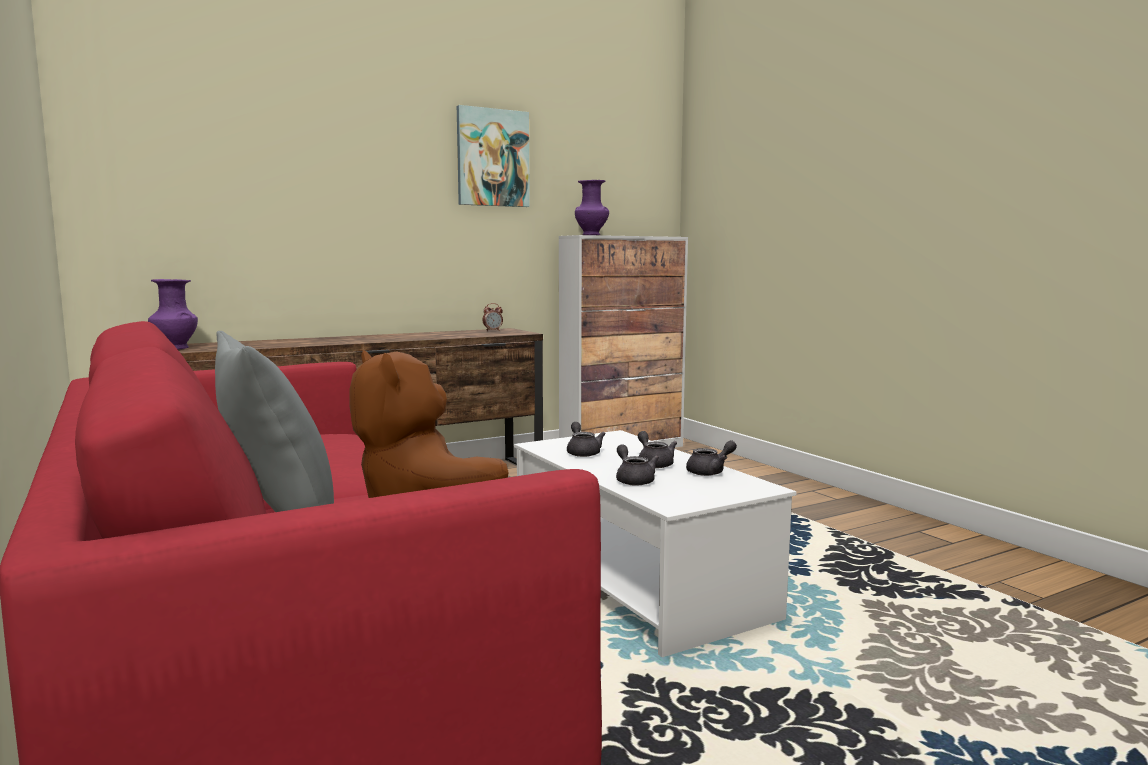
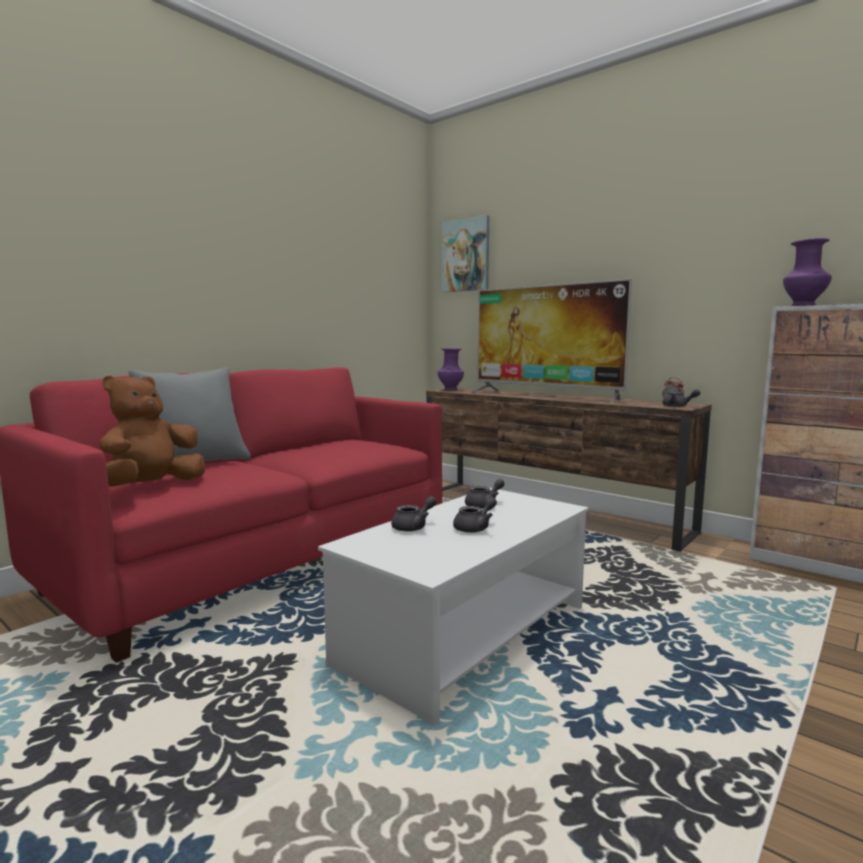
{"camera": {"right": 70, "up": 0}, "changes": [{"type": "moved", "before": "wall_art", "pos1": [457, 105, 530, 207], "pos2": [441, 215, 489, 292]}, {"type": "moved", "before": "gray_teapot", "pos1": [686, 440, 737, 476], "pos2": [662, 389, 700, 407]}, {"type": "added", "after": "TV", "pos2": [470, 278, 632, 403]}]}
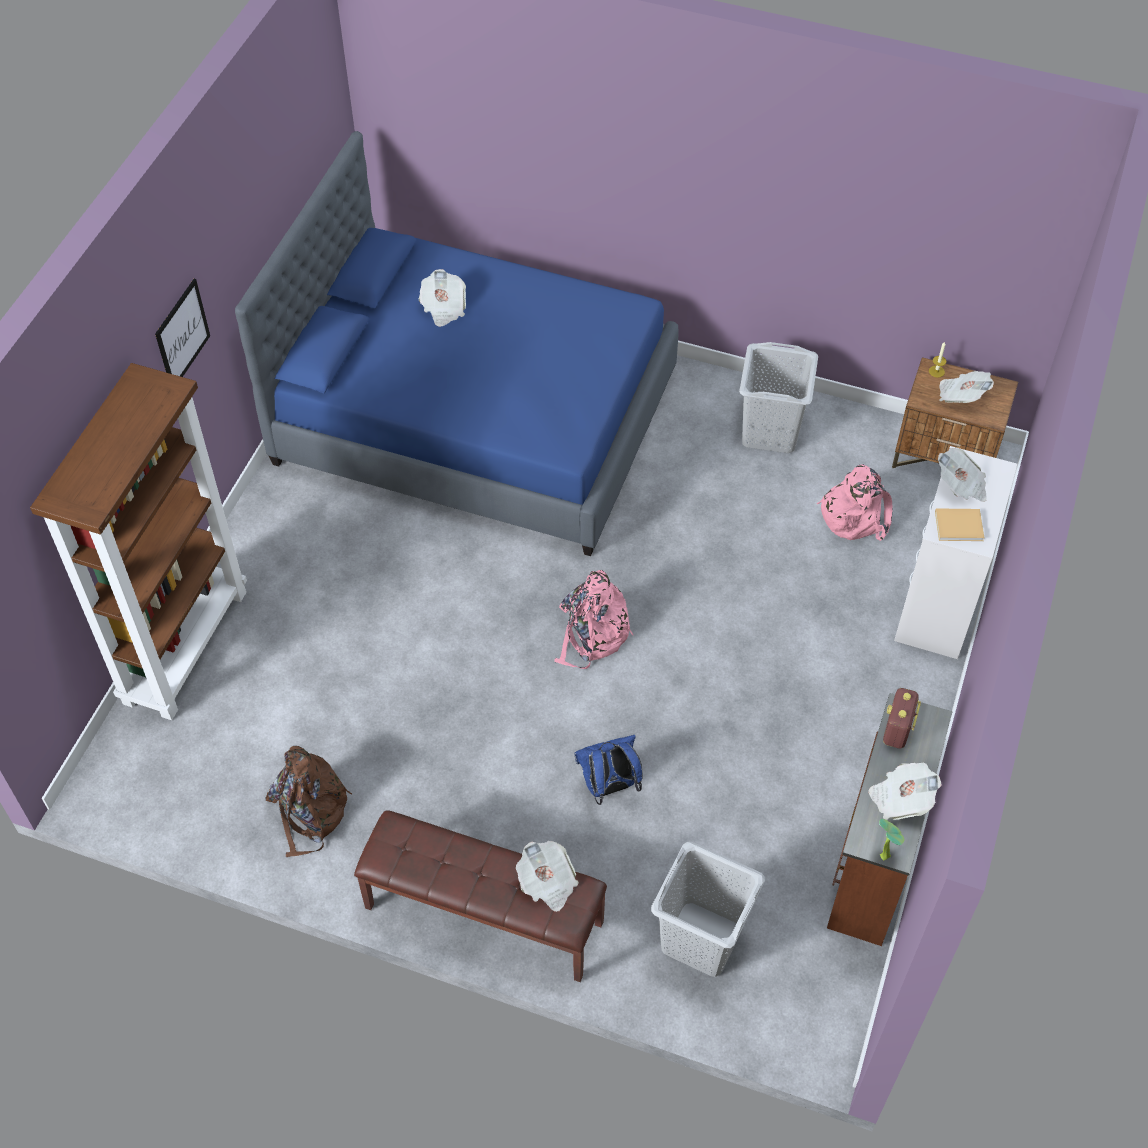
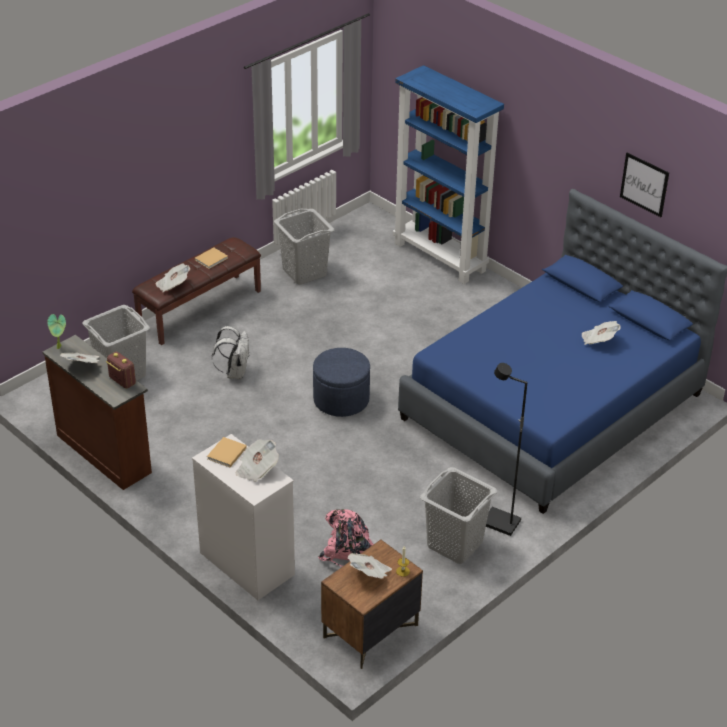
{"camera": {"right": 115, "up": -15}, "changes": [{"type": "moved", "before": "wall_art", "pos1": [155, 279, 210, 377], "pos2": [620, 153, 669, 217]}, {"type": "recoloured", "before": "brownish_shelving_unit", "after": "blue_shelving_unit", "pos1": [30, 363, 247, 720], "pos2": [393, 65, 504, 284]}, {"type": "replaced", "before": "pink_rucksack", "after": "blue_pouffe", "pos1": [554, 570, 633, 669], "pos2": [313, 348, 370, 417]}, {"type": "recoloured", "before": "blue_rucksack", "after": "white_rucksack", "pos1": [575, 735, 643, 805], "pos2": [212, 326, 250, 379]}, {"type": "replaced", "before": "brownish_rucksack", "after": "gray_washing_basket", "pos1": [265, 746, 352, 857], "pos2": [274, 209, 334, 284]}, {"type": "added", "after": "beige-coloured_book", "pos2": [195, 247, 228, 269]}, {"type": "added", "after": "black_floor_lamp", "pos2": [486, 363, 528, 536]}]}
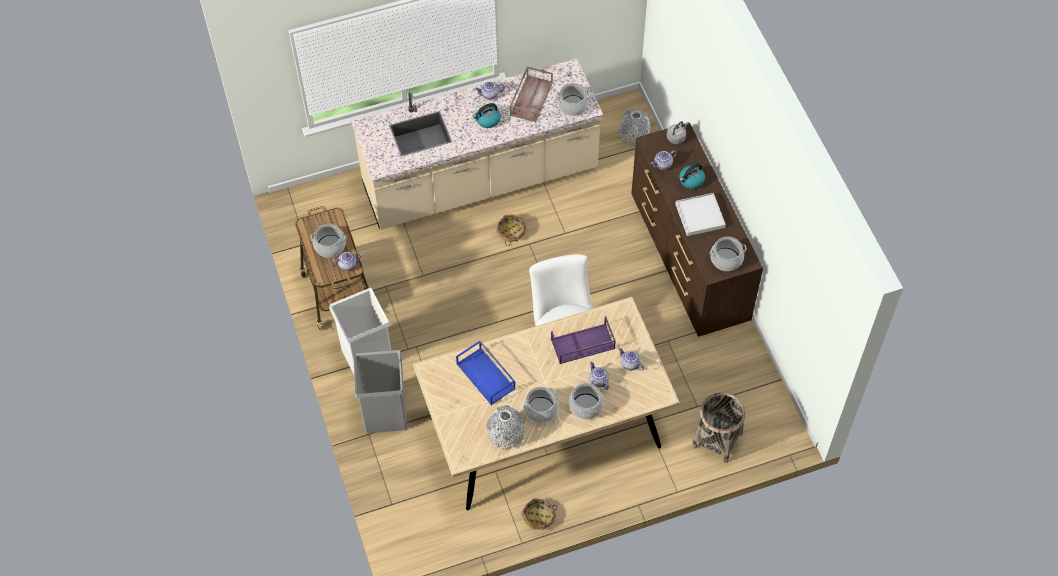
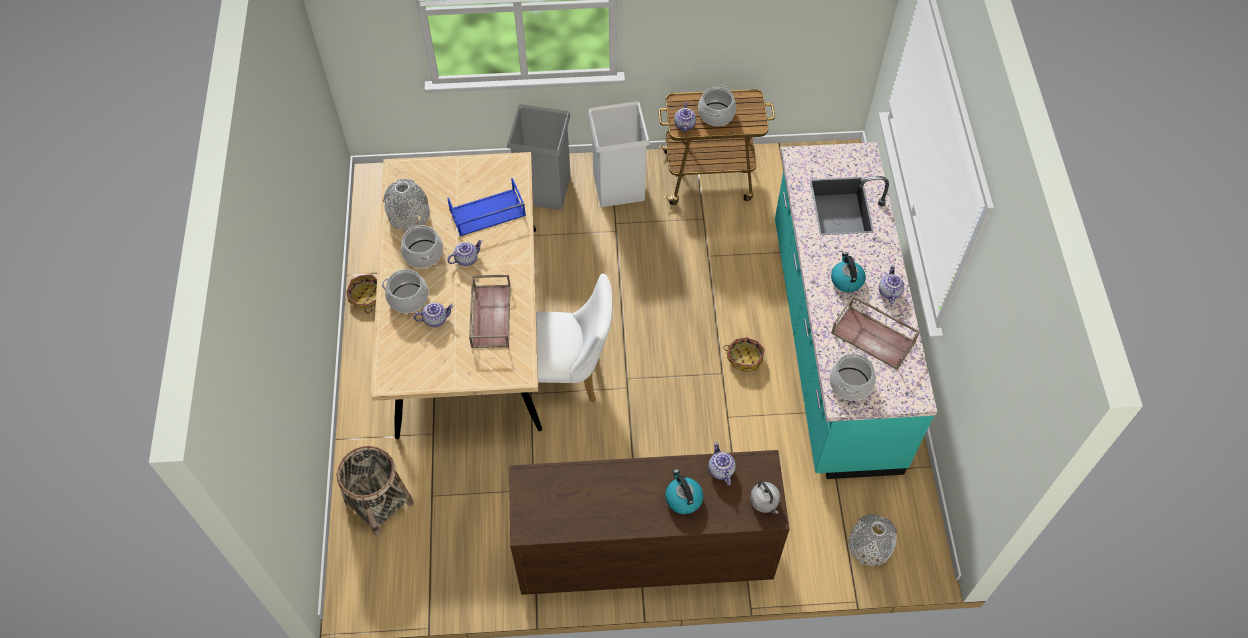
{"camera": {"right": 105, "up": 0}, "changes": [{"type": "recoloured", "before": "beige-coloured_kitchen_counter", "after": "blue-green_kitchen_counter", "pos1": [351, 59, 603, 229], "pos2": [775, 142, 937, 479]}, {"type": "removed", "before": "white_serving_tray", "pos1": [675, 193, 726, 236]}, {"type": "removed", "before": "cooking_pot", "pos1": [710, 237, 747, 271]}, {"type": "recoloured", "before": "purplish_serving_tray", "after": "brownish_serving_tray", "pos1": [551, 316, 616, 364], "pos2": [469, 275, 511, 348]}, {"type": "moved", "before": "teapot", "pos1": [618, 347, 644, 371], "pos2": [447, 240, 483, 266]}]}
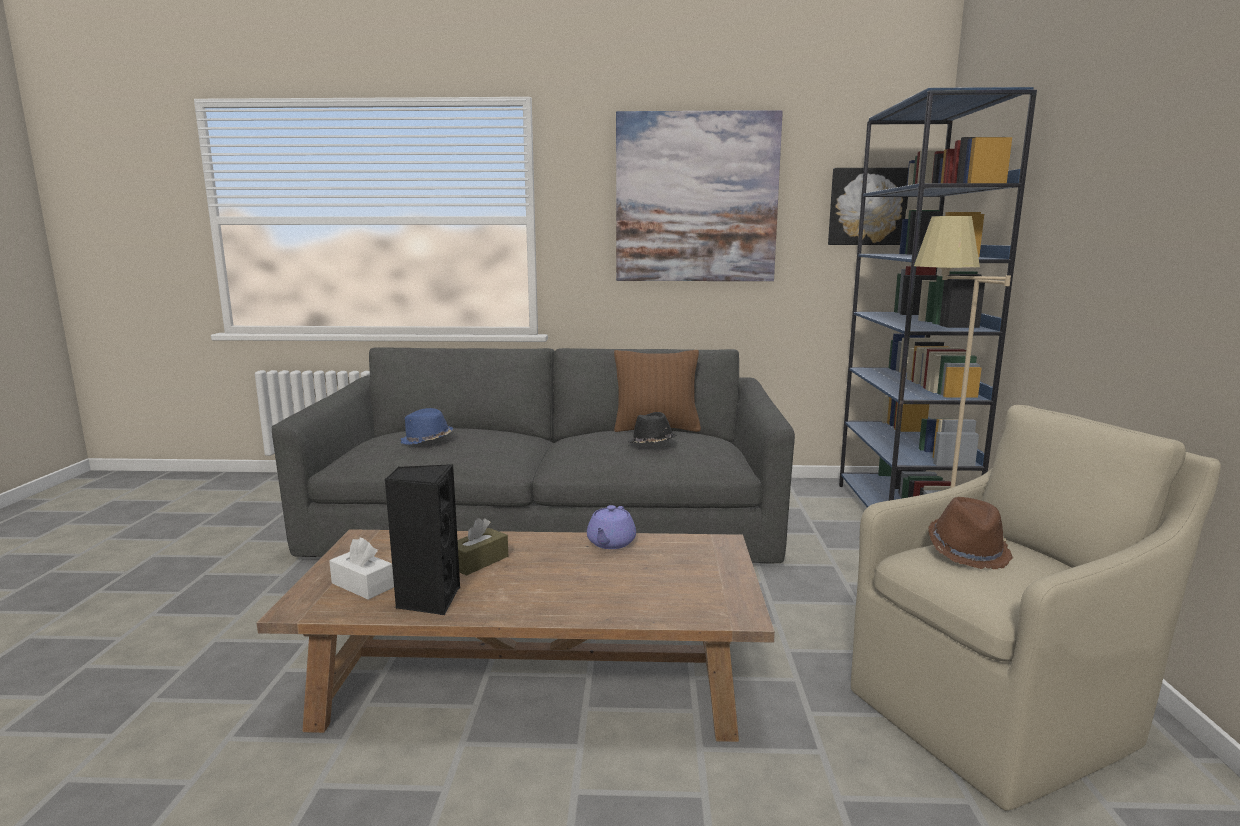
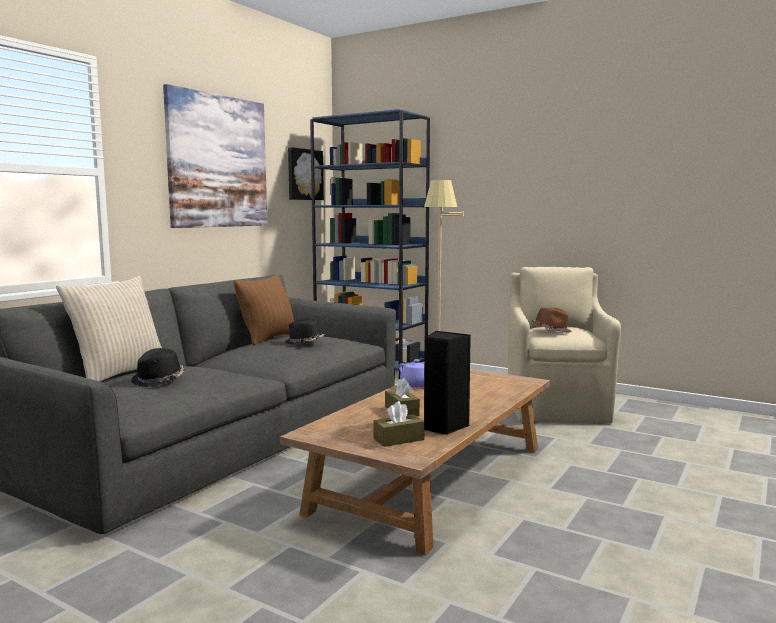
{"camera": {"right": -60, "up": -5}, "changes": [{"type": "recoloured", "before": "blue_wearable_hat", "after": "black_wearable_hat", "pos1": [401, 408, 453, 445], "pos2": [131, 348, 184, 387]}, {"type": "recoloured", "before": "white_box_of_tissues", "after": "brownish_box_of_tissues", "pos1": [329, 537, 394, 600], "pos2": [373, 401, 425, 447]}, {"type": "added", "after": "beige-coloured_pillow", "pos2": [56, 276, 162, 382]}]}
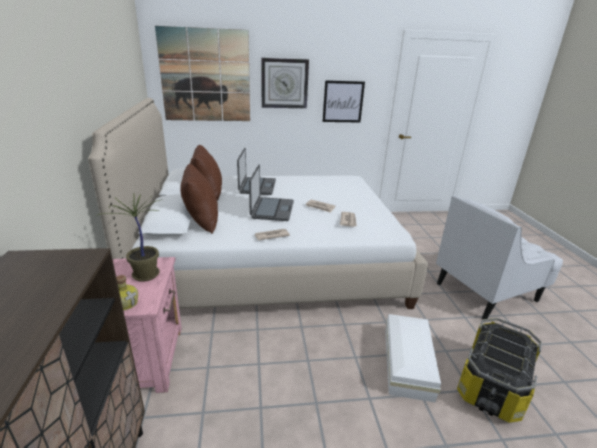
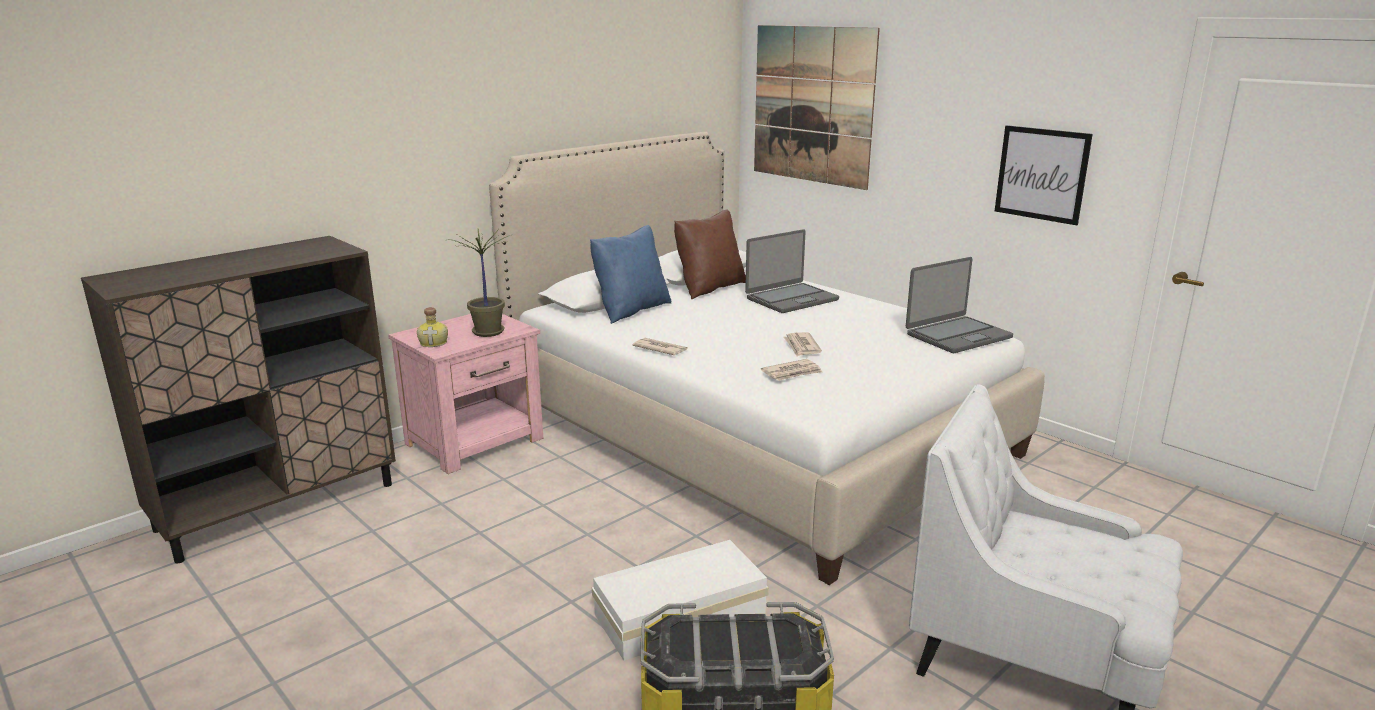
{"camera": {"right": 55, "up": -5}, "changes": [{"type": "removed", "before": "wall_clock", "pos1": [261, 58, 309, 108]}, {"type": "recoloured", "before": "brownish_pillow", "after": "blue_pillow", "pos1": [180, 164, 218, 234], "pos2": [590, 225, 671, 324]}, {"type": "moved", "before": "portable_computer", "pos1": [249, 164, 294, 221], "pos2": [906, 257, 1013, 353]}]}
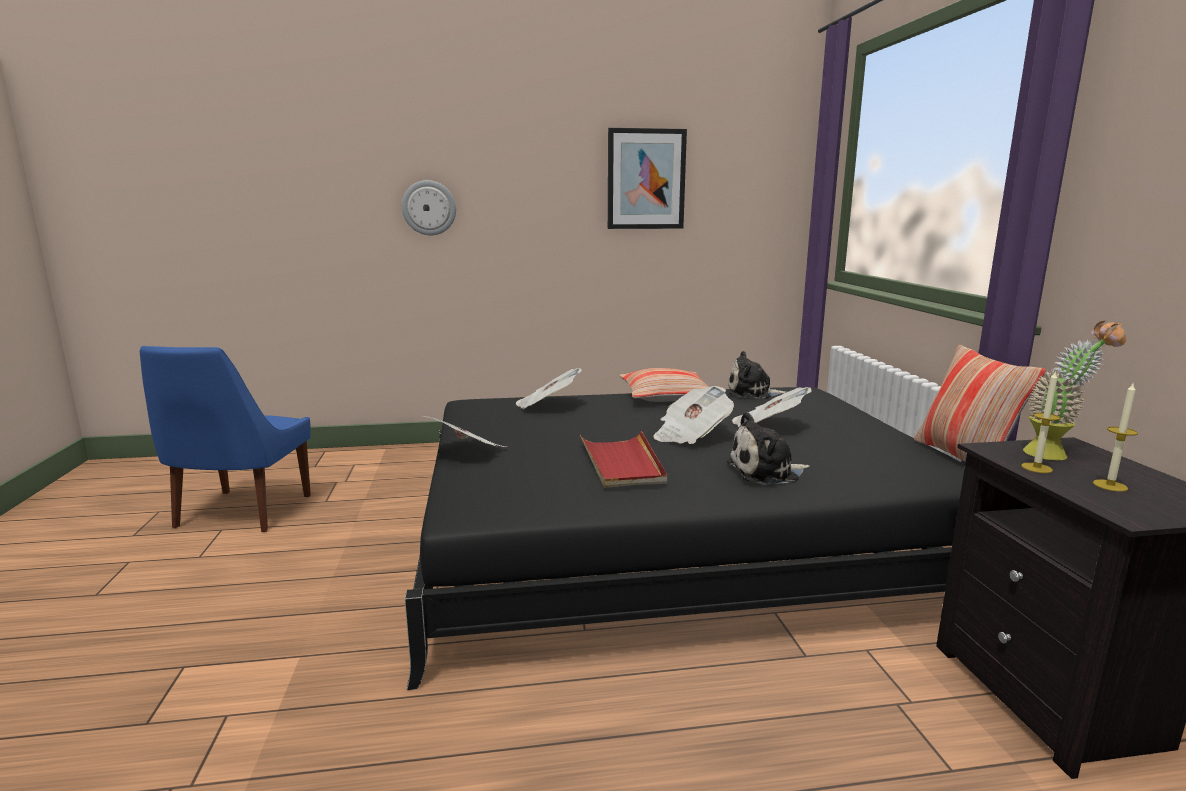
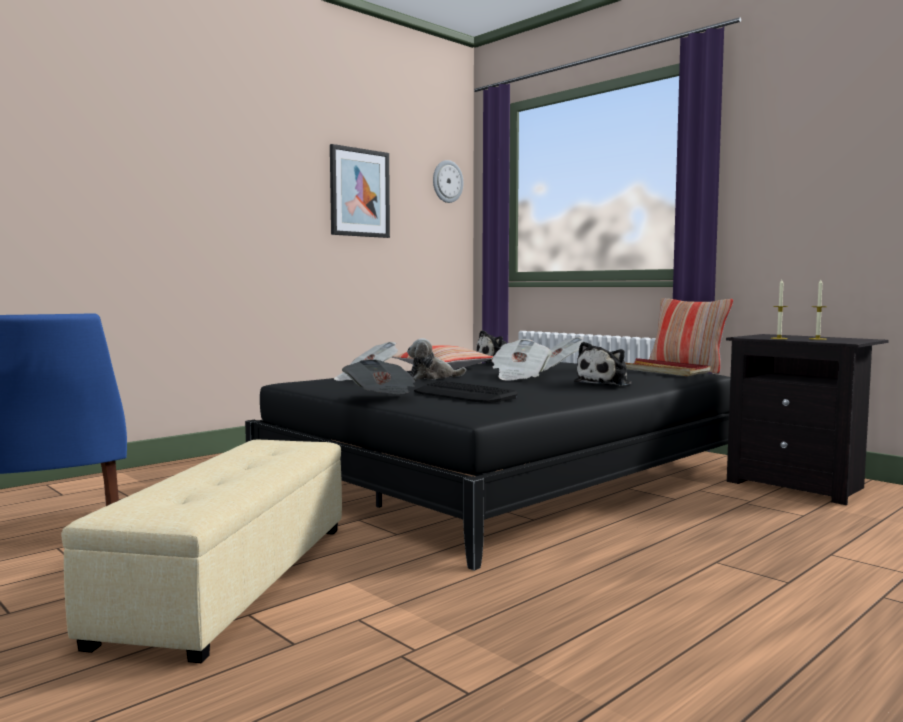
{"camera": {"right": -35, "up": -10}, "changes": [{"type": "moved", "before": "wall_clock", "pos1": [402, 180, 456, 235], "pos2": [433, 160, 463, 203]}, {"type": "removed", "before": "potted_plant", "pos1": [1023, 321, 1126, 460]}, {"type": "moved", "before": "reddish_serving_tray", "pos1": [579, 431, 667, 488], "pos2": [625, 358, 711, 376]}, {"type": "added", "after": "plush_toy", "pos2": [407, 338, 466, 379]}, {"type": "added", "after": "computer_keyboard", "pos2": [414, 381, 518, 403]}, {"type": "added", "after": "beige-coloured_pouffe", "pos2": [62, 440, 342, 663]}]}
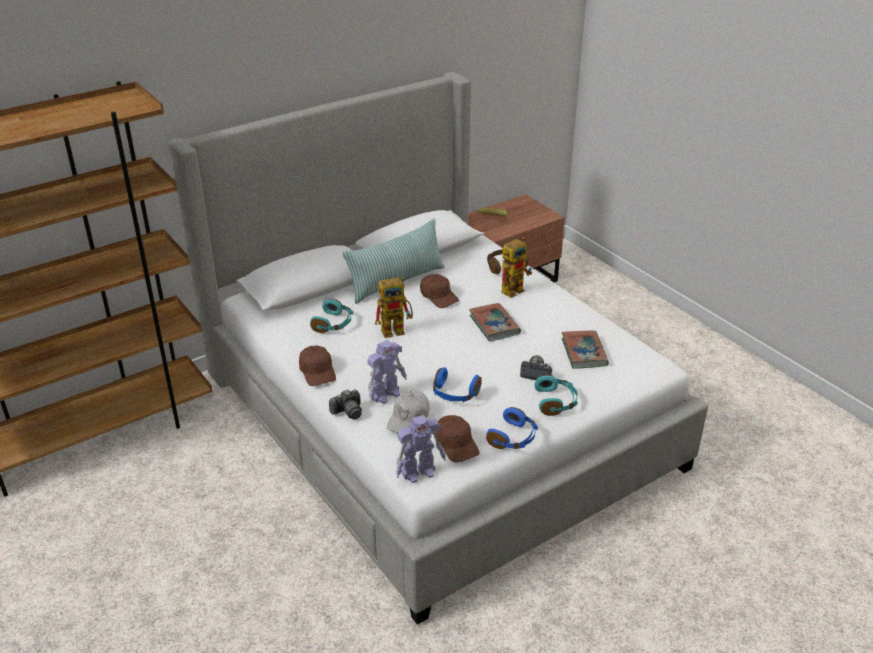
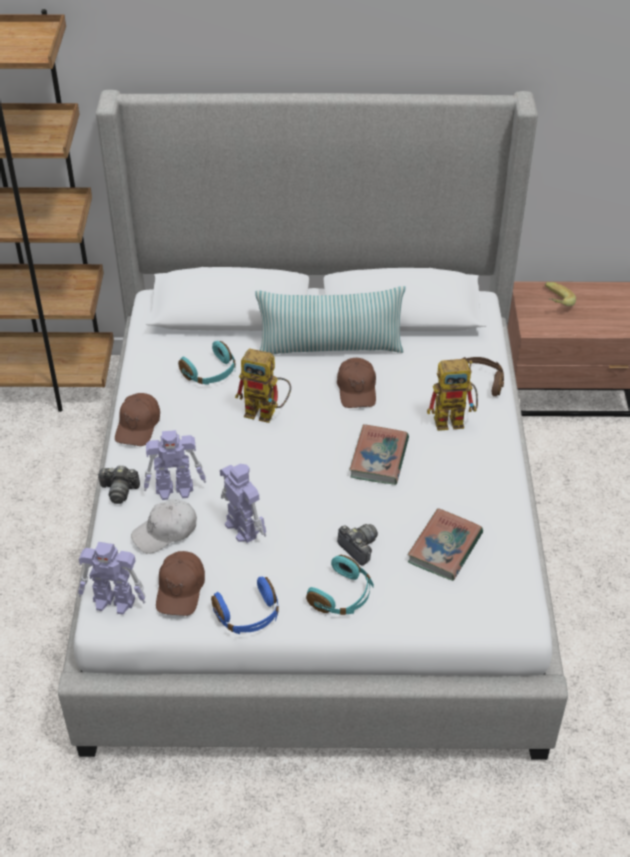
{"camera": {"right": 35, "up": 10}, "changes": [{"type": "replaced", "before": "blue_headphones", "after": "robot_figure", "pos1": [433, 367, 482, 402], "pos2": [220, 464, 266, 543]}]}
